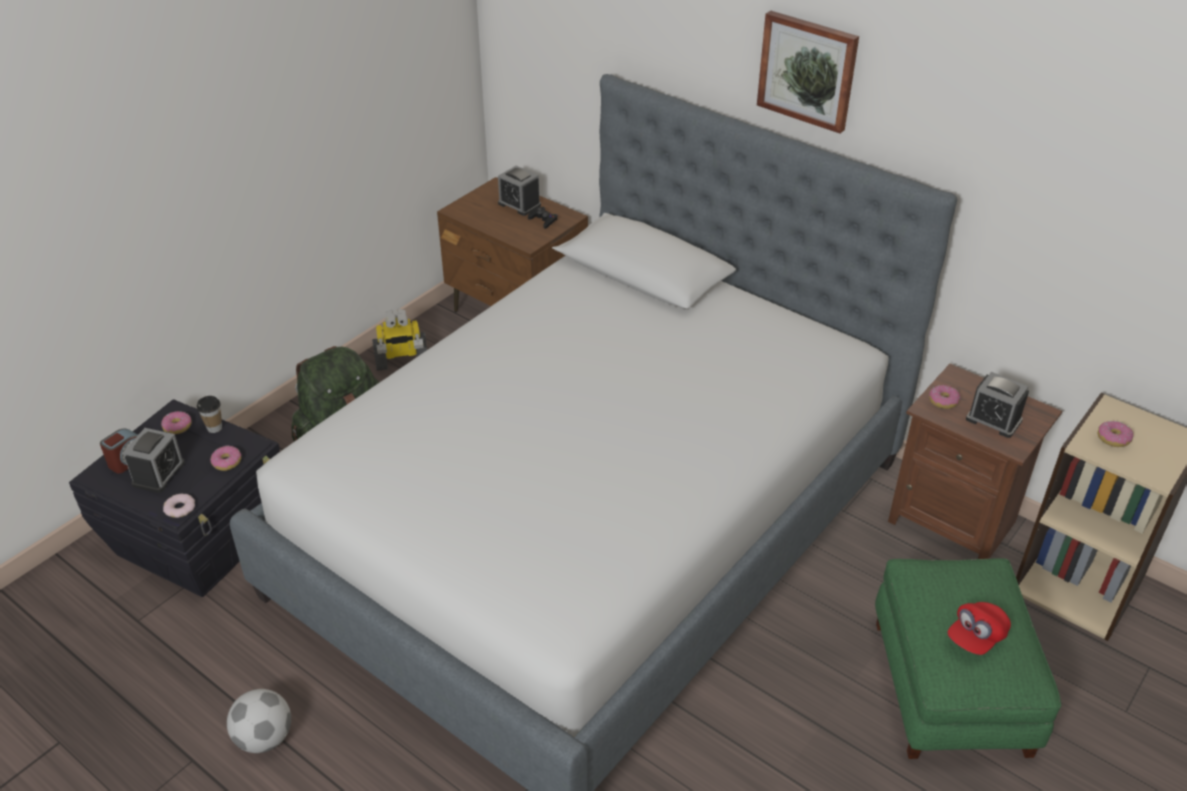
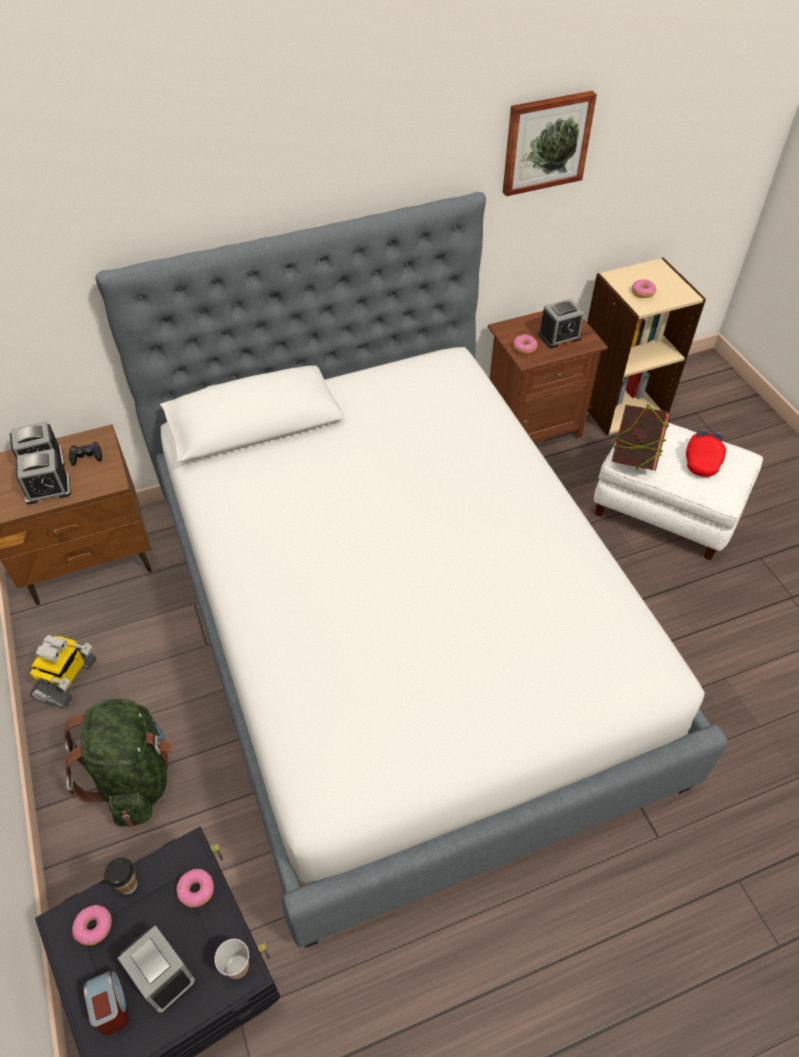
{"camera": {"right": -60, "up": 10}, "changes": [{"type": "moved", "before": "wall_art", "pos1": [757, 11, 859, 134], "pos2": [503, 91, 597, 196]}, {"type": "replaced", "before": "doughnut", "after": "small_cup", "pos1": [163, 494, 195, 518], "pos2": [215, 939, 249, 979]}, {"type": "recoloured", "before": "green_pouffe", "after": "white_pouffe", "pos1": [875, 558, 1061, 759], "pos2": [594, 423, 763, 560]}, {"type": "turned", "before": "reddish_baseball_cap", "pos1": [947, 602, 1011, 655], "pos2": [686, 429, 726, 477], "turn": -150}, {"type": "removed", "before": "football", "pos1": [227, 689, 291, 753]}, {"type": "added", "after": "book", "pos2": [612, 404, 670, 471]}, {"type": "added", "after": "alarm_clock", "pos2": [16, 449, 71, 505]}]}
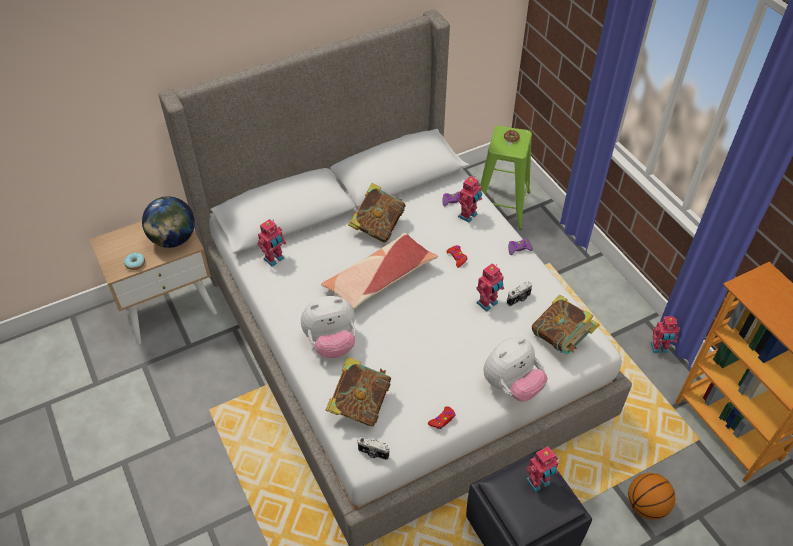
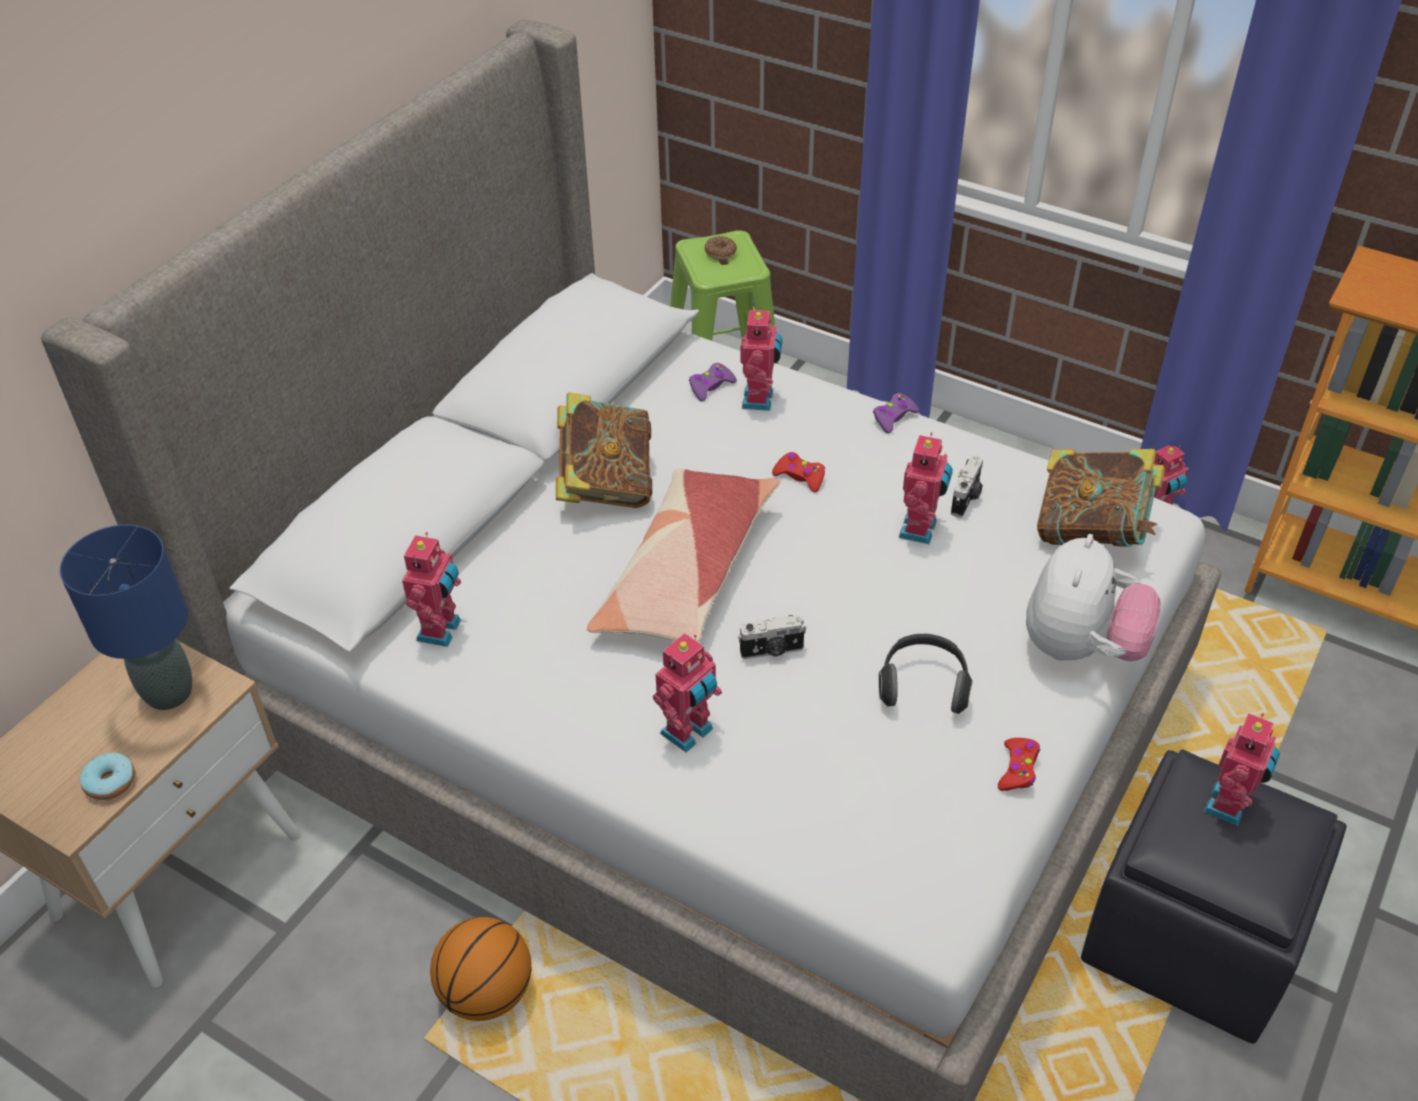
{"camera": {"right": -30, "up": -5}, "changes": [{"type": "replaced", "before": "desk_globe", "after": "blue_table_lamp", "pos1": [142, 196, 195, 248], "pos2": [60, 525, 192, 710]}, {"type": "replaced", "before": "plush_toy", "after": "robot_figure", "pos1": [301, 296, 356, 358], "pos2": [653, 633, 722, 753]}, {"type": "removed", "before": "book", "pos1": [326, 357, 391, 426]}, {"type": "moved", "before": "still_camera", "pos1": [357, 437, 390, 460], "pos2": [738, 615, 806, 659]}, {"type": "moved", "before": "basketball_ball", "pos1": [628, 473, 675, 520], "pos2": [430, 917, 531, 1021]}, {"type": "added", "after": "headphones", "pos2": [878, 634, 973, 714]}]}
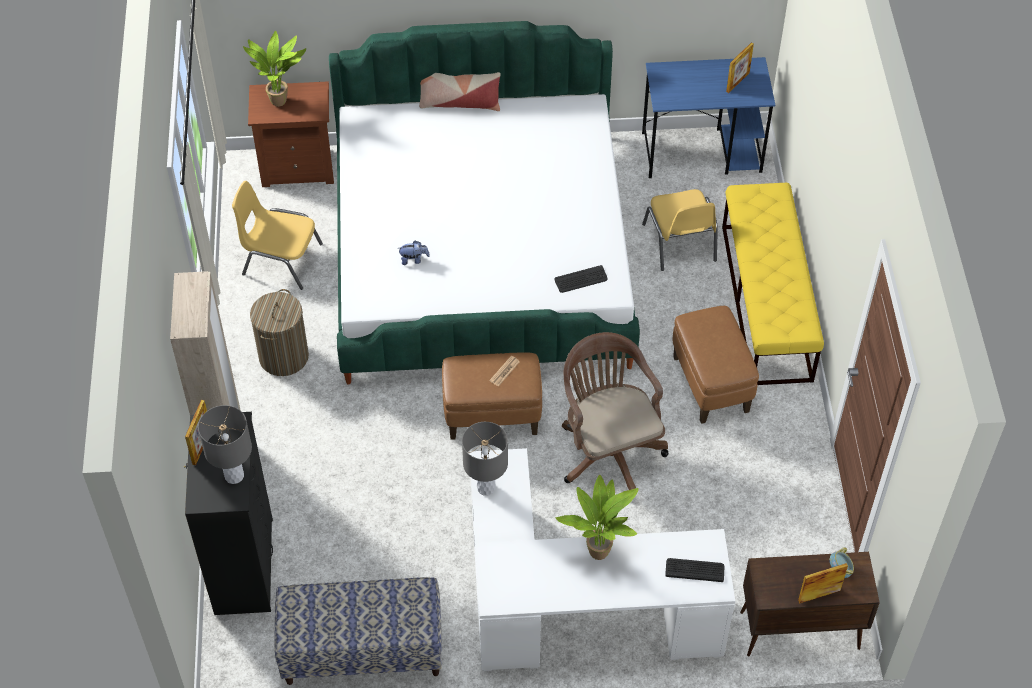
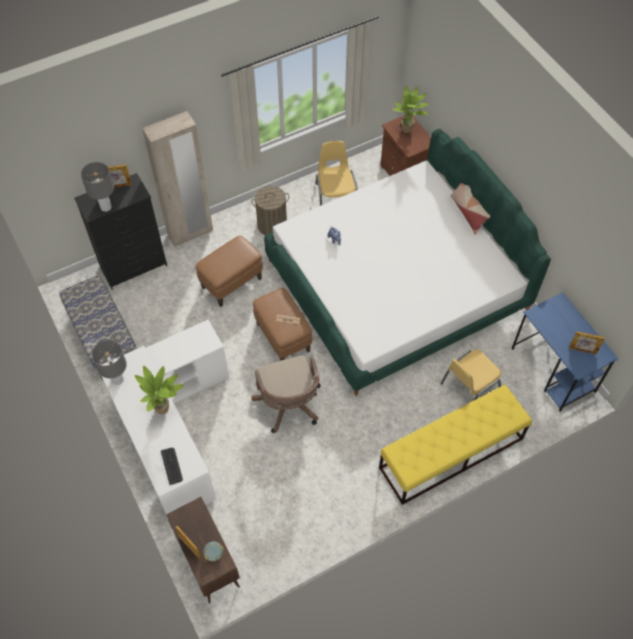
{"camera": {"right": 65, "up": 5}, "changes": [{"type": "removed", "before": "computer_keyboard", "pos1": [554, 265, 608, 293]}, {"type": "moved", "before": "brownish_pouffe", "pos1": [673, 306, 759, 424], "pos2": [196, 236, 263, 307]}, {"type": "turned", "before": "brownish_computer_chair", "pos1": [562, 332, 669, 490], "pos2": [251, 355, 320, 433], "turn": 120}, {"type": "moved", "before": "gray_table_lamp", "pos1": [462, 422, 508, 496], "pos2": [92, 340, 127, 385]}]}
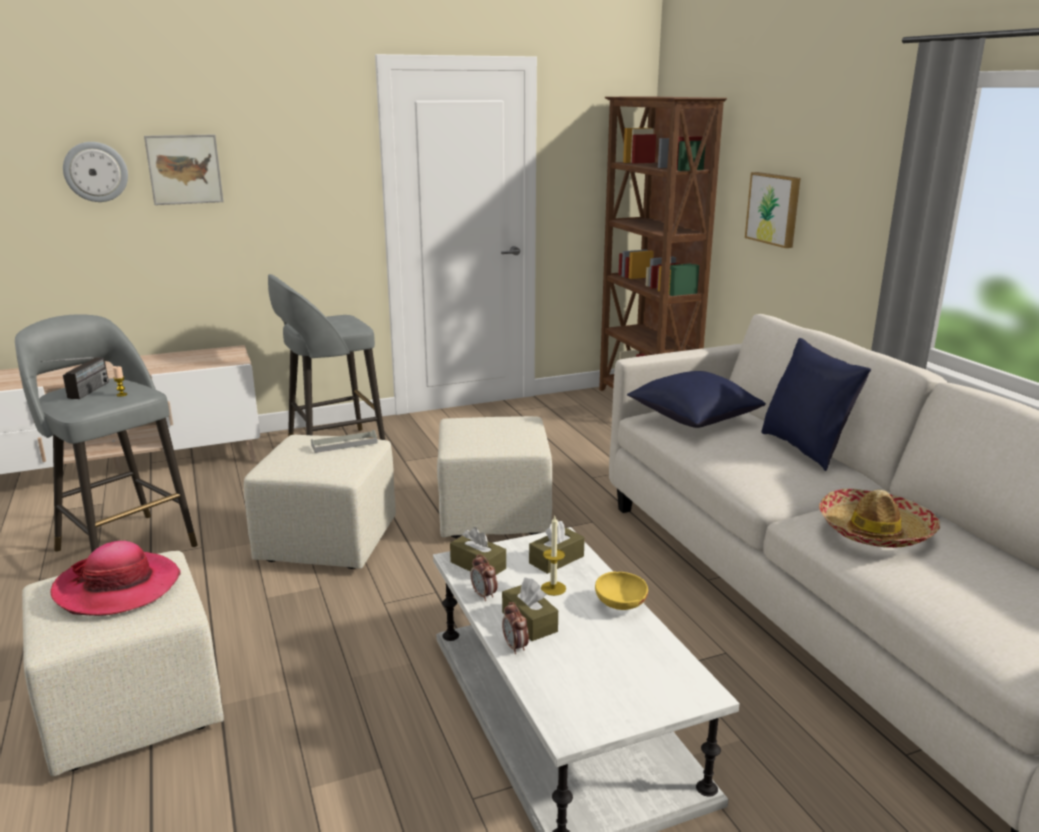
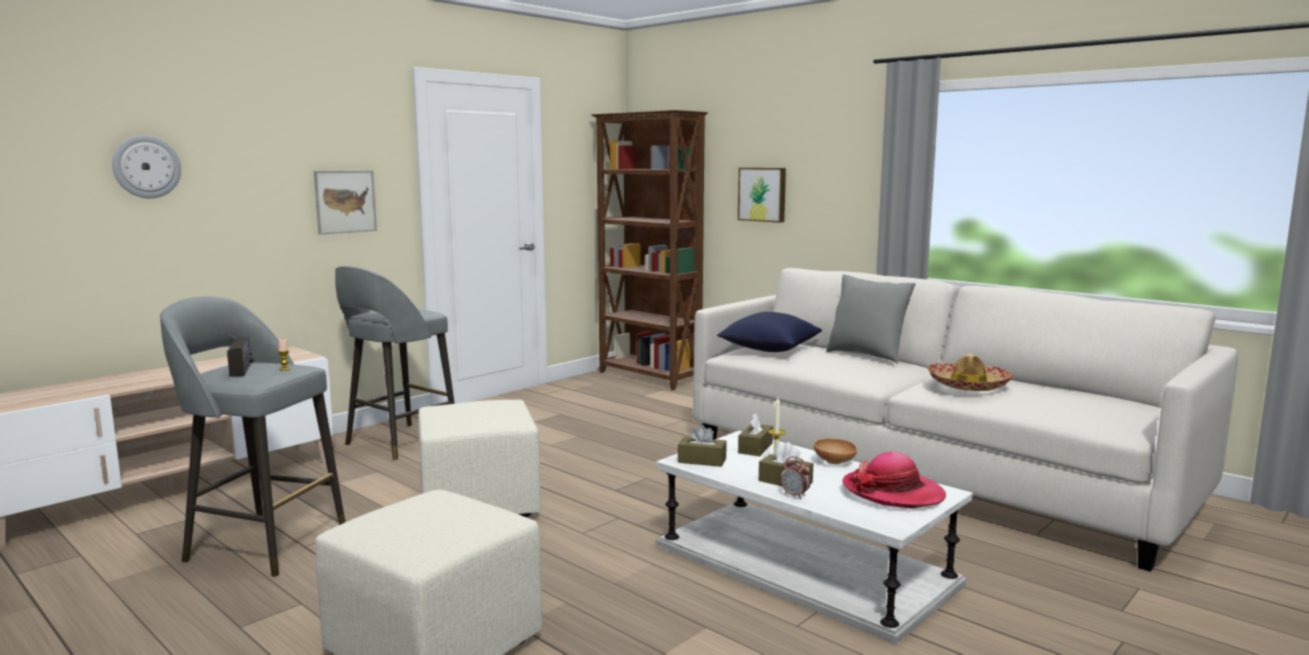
{"camera": {"right": -25, "up": -10}, "changes": [{"type": "moved", "before": "wall_art", "pos1": [144, 134, 224, 205], "pos2": [314, 170, 377, 234]}, {"type": "recoloured", "before": "blue_pillow", "after": "gray_pillow", "pos1": [761, 338, 871, 471], "pos2": [826, 274, 916, 364]}, {"type": "removed", "before": "beige-coloured_pouffe", "pos1": [437, 416, 552, 538]}, {"type": "removed", "before": "gray_serving_tray", "pos1": [311, 430, 378, 453]}, {"type": "moved", "before": "wearable_hat", "pos1": [50, 541, 181, 616], "pos2": [842, 452, 946, 509]}, {"type": "removed", "before": "alarm_clock", "pos1": [471, 554, 497, 601]}, {"type": "recoloured", "before": "yellowish_serving_bowl", "after": "brownish_serving_bowl", "pos1": [595, 572, 648, 610], "pos2": [814, 438, 857, 464]}]}
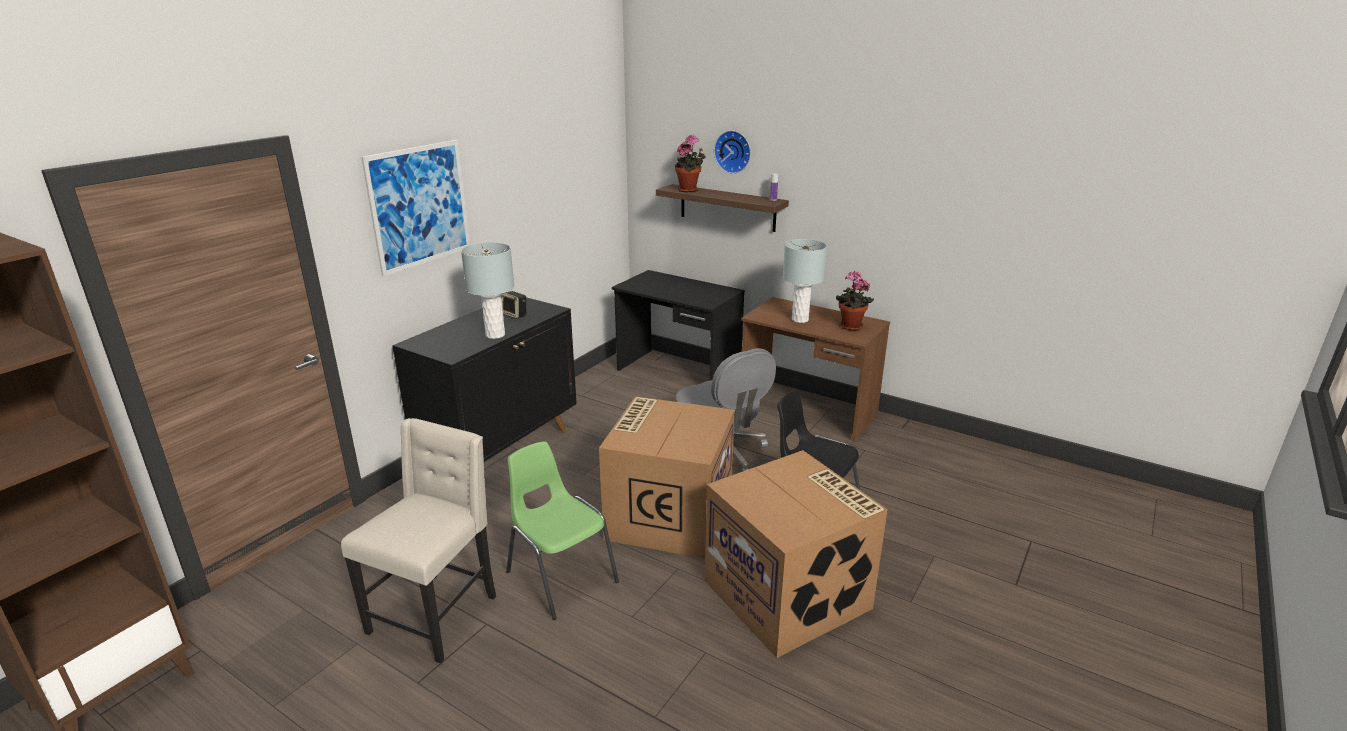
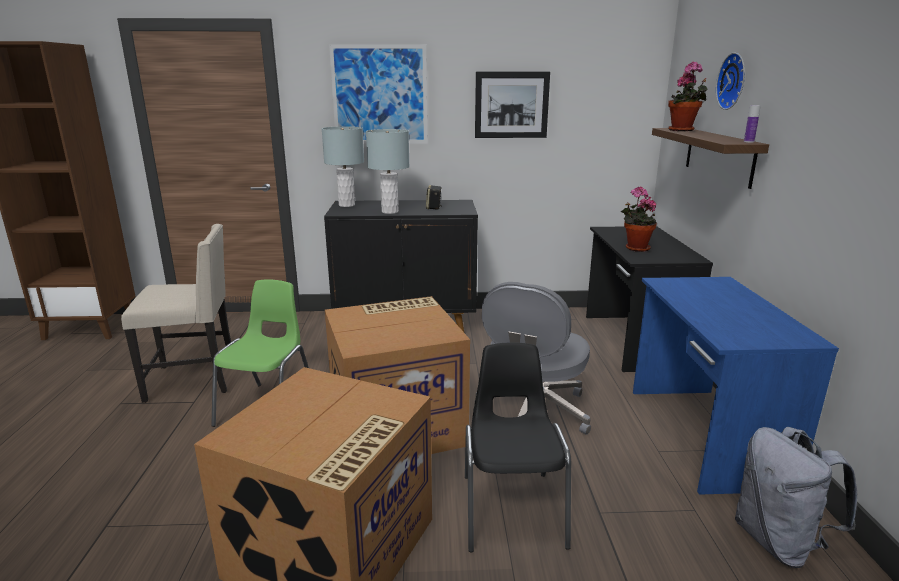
{"camera": {"right": 55, "up": -5}, "changes": [{"type": "moved", "before": "gray_table_lamp", "pos1": [783, 239, 827, 323], "pos2": [322, 126, 364, 207]}, {"type": "moved", "before": "potted_plant", "pos1": [836, 271, 874, 331], "pos2": [621, 186, 657, 252]}, {"type": "recoloured", "before": "brownish_desk_unit", "after": "blue_desk_unit", "pos1": [741, 297, 890, 442], "pos2": [633, 277, 839, 495]}, {"type": "added", "after": "wall_art", "pos2": [475, 72, 550, 138]}, {"type": "added", "after": "gray_rucksack", "pos2": [735, 427, 857, 568]}]}
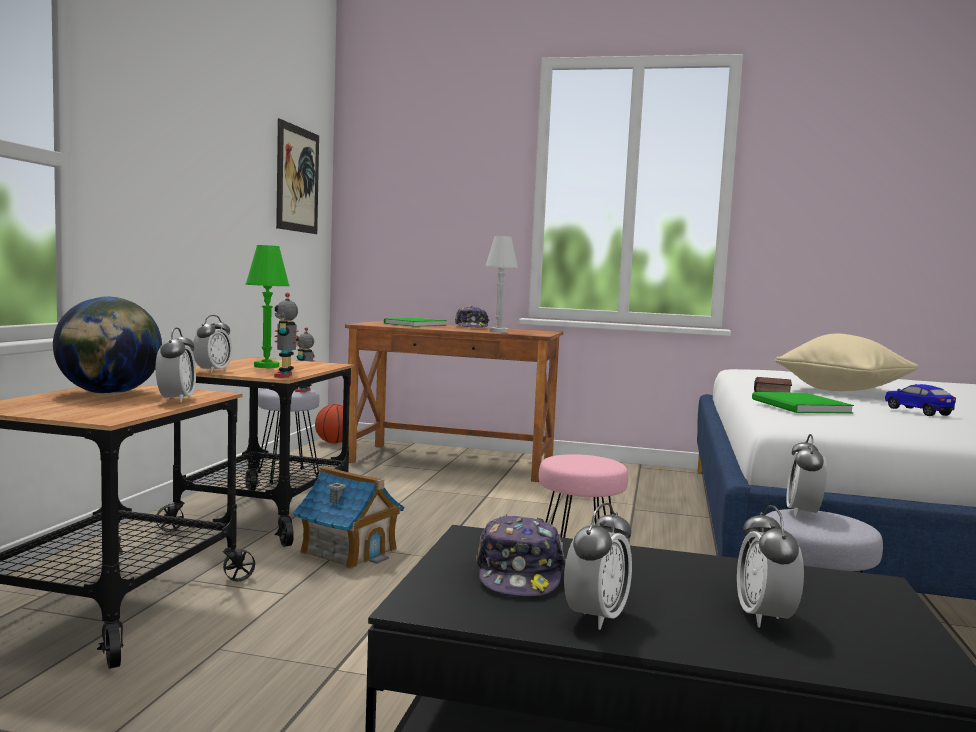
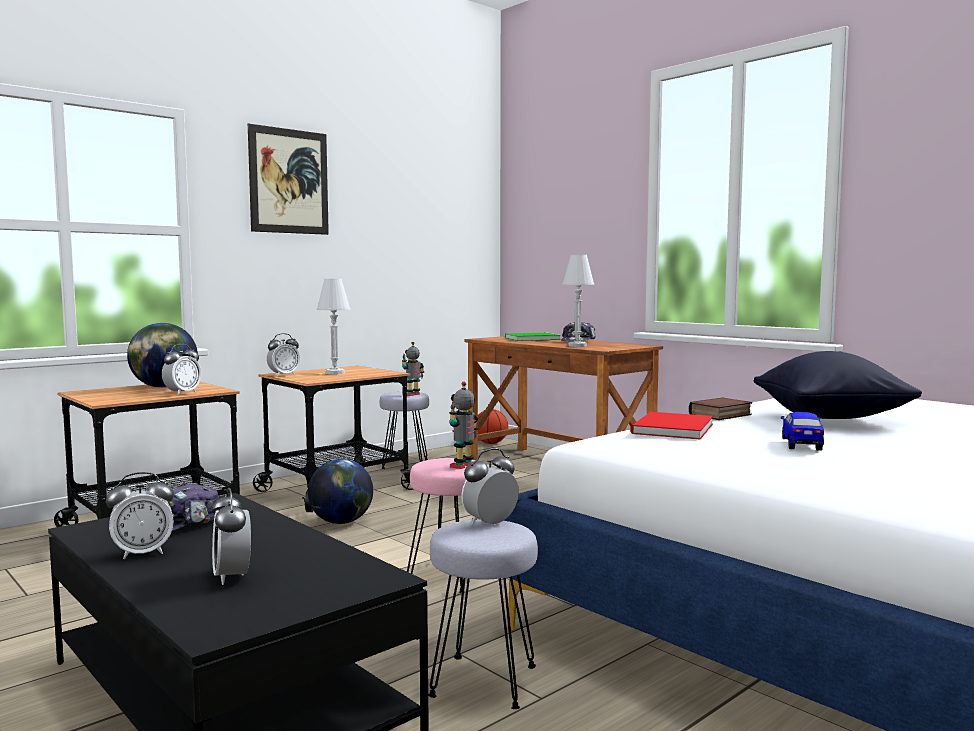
{"camera": {"right": 35, "up": 0}, "changes": [{"type": "moved", "before": "wall_art", "pos1": [276, 119, 319, 234], "pos2": [248, 123, 329, 235]}, {"type": "recoloured", "before": "green_table_lamp", "after": "white_table_lamp", "pos1": [245, 245, 290, 368], "pos2": [317, 279, 350, 374]}, {"type": "moved", "before": "robot_figure", "pos1": [274, 293, 298, 378], "pos2": [449, 381, 479, 469]}, {"type": "recoloured", "before": "beige-coloured_pillow", "after": "black_pillow", "pos1": [775, 334, 918, 391], "pos2": [754, 351, 922, 419]}, {"type": "recoloured", "before": "green_book", "after": "reddish_book", "pos1": [752, 392, 854, 414], "pos2": [630, 412, 713, 439]}, {"type": "replaced", "before": "toy_house", "after": "desk_globe", "pos1": [293, 466, 404, 569], "pos2": [308, 459, 373, 524]}, {"type": "turned", "before": "alarm_clock", "pos1": [737, 505, 804, 628], "pos2": [212, 488, 251, 585], "turn": -60}]}
